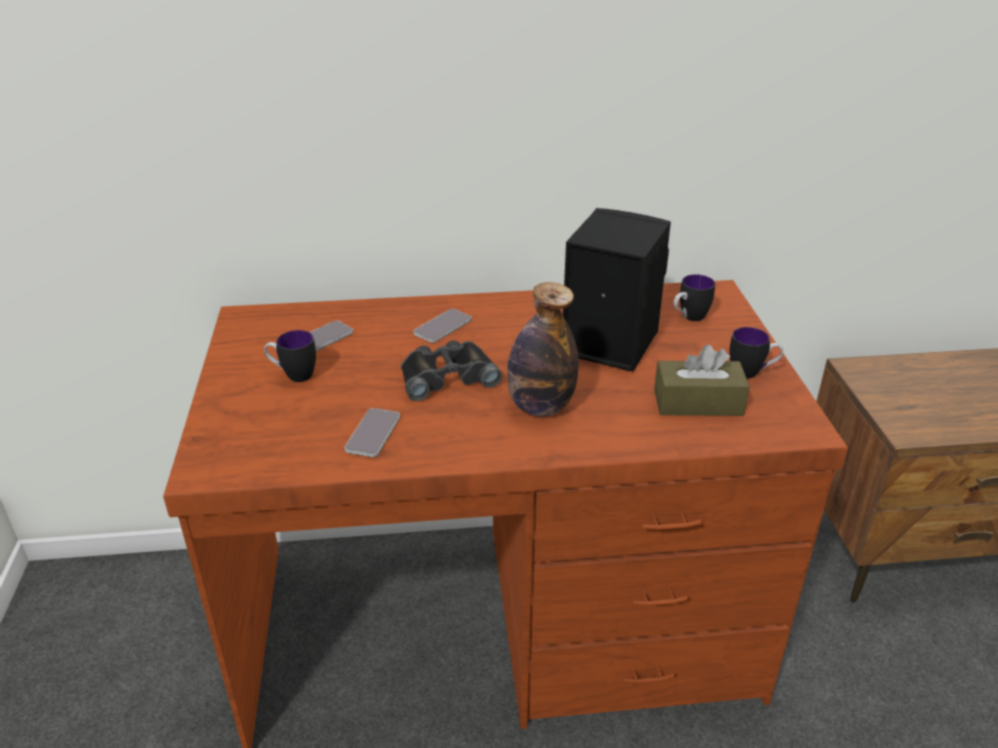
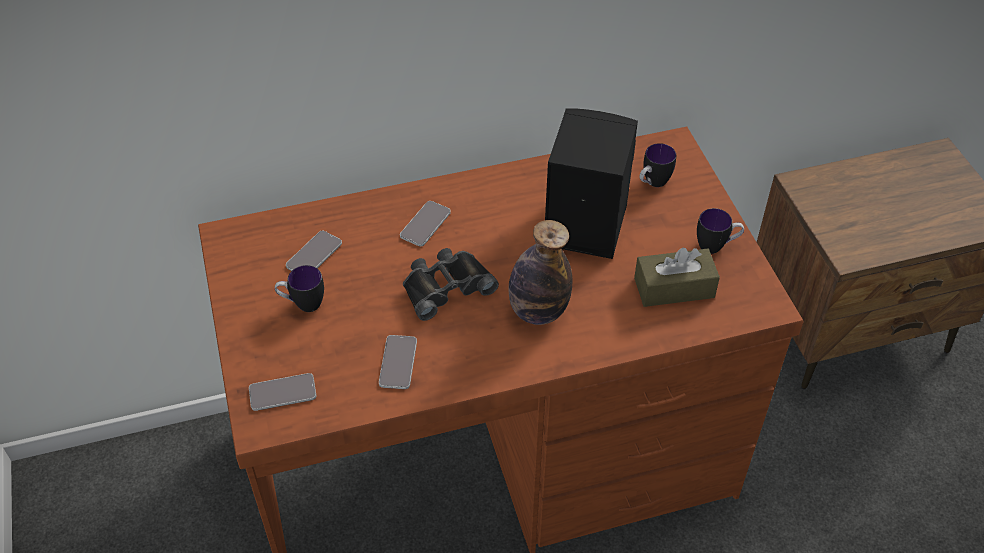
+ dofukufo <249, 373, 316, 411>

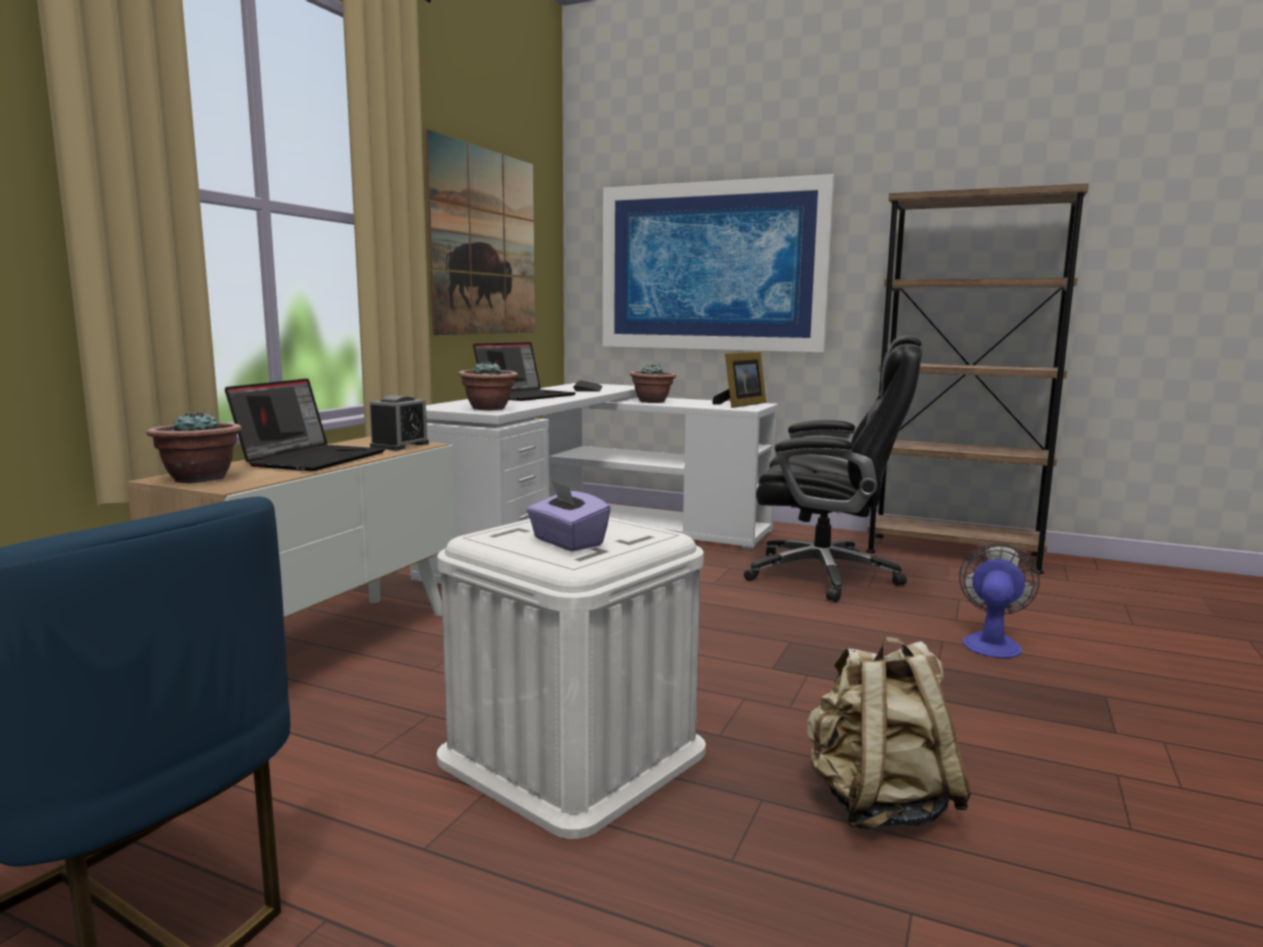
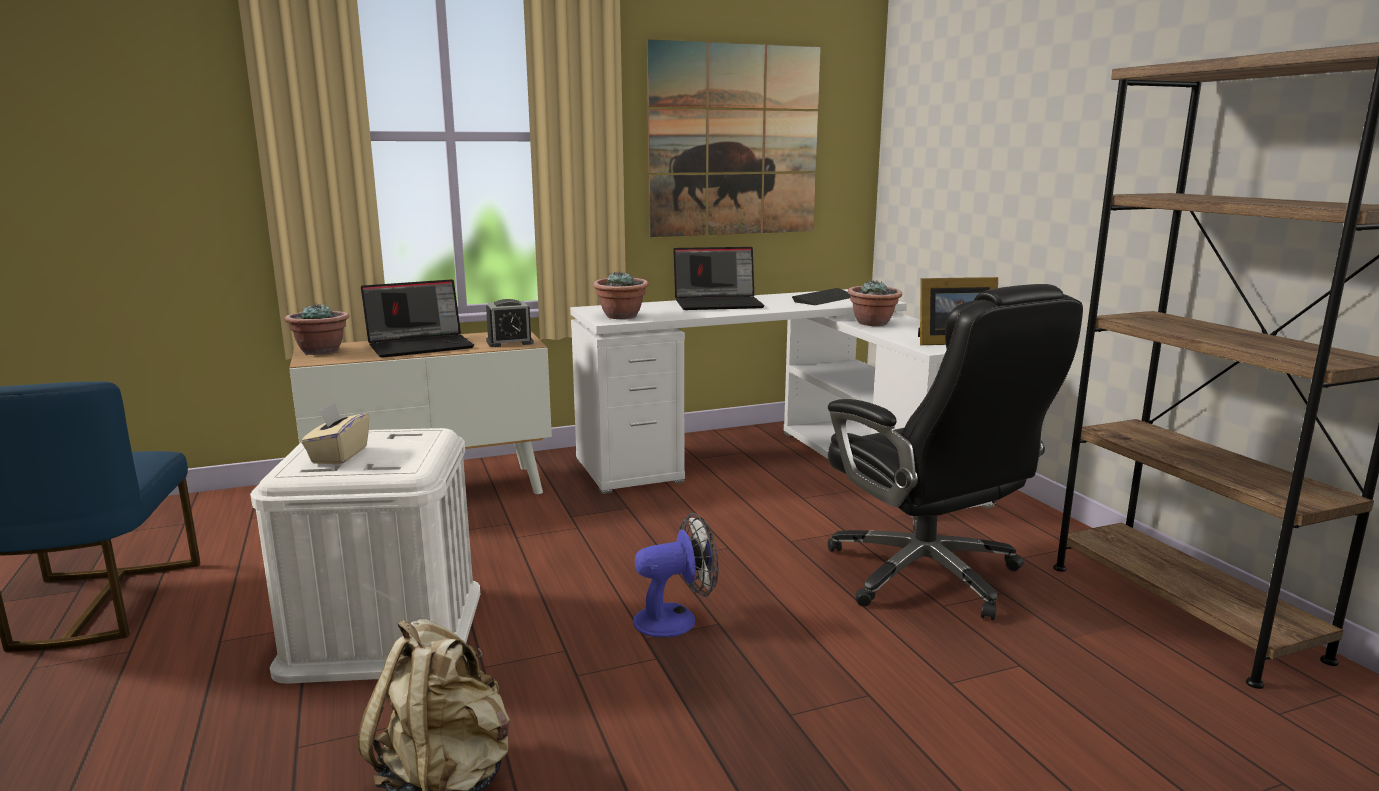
~ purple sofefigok <526, 480, 611, 552> to beige sofefigok <301, 402, 369, 464>
~ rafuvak <959, 543, 1040, 658> to <633, 513, 719, 637>
- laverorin <603, 174, 835, 353>

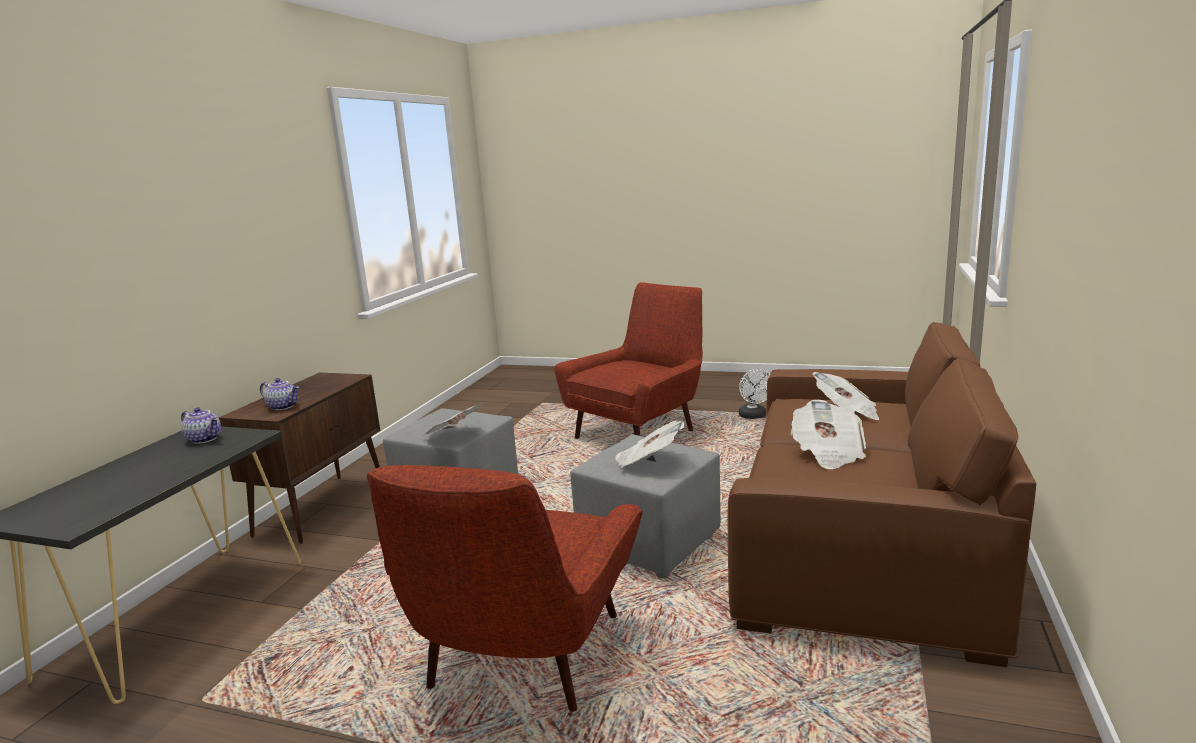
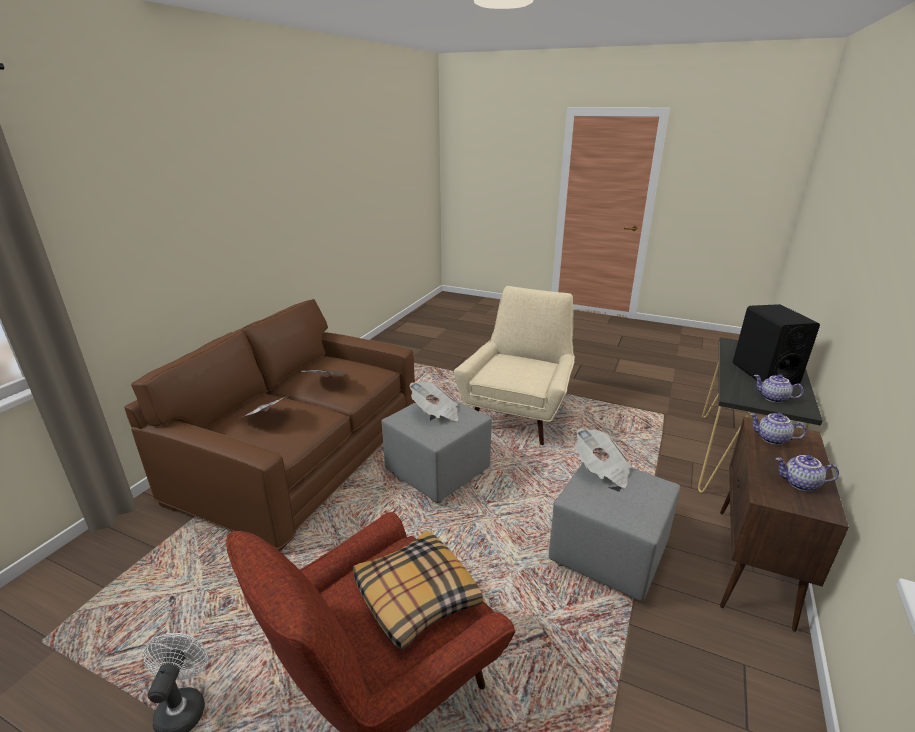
+ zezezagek <353, 531, 483, 650>
~ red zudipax <367, 465, 643, 712> to beige zudipax <454, 286, 575, 445>
+ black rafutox <733, 304, 820, 385>
+ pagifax <776, 455, 839, 491>

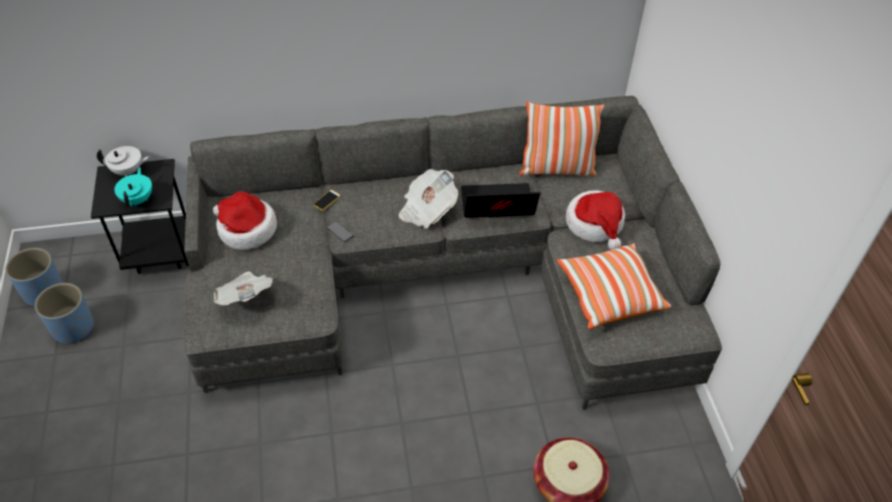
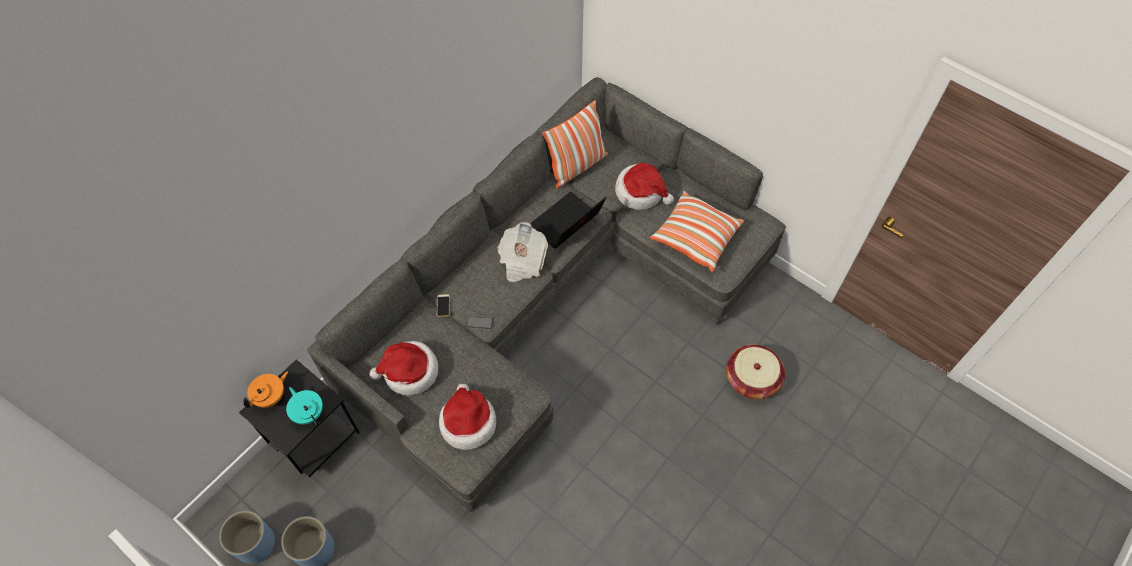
~ white pagifax <97, 146, 151, 177> to orange pagifax <243, 372, 288, 408>
~ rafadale <214, 272, 274, 305> to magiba <439, 383, 496, 450>

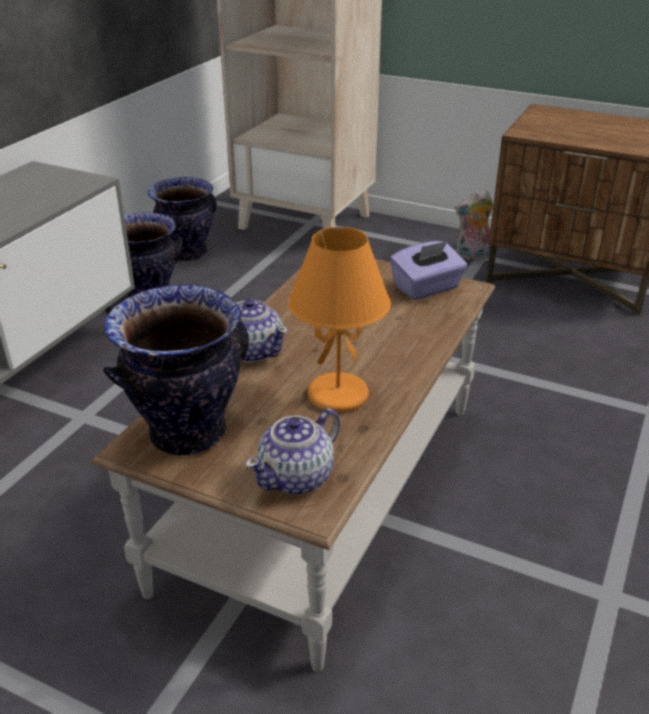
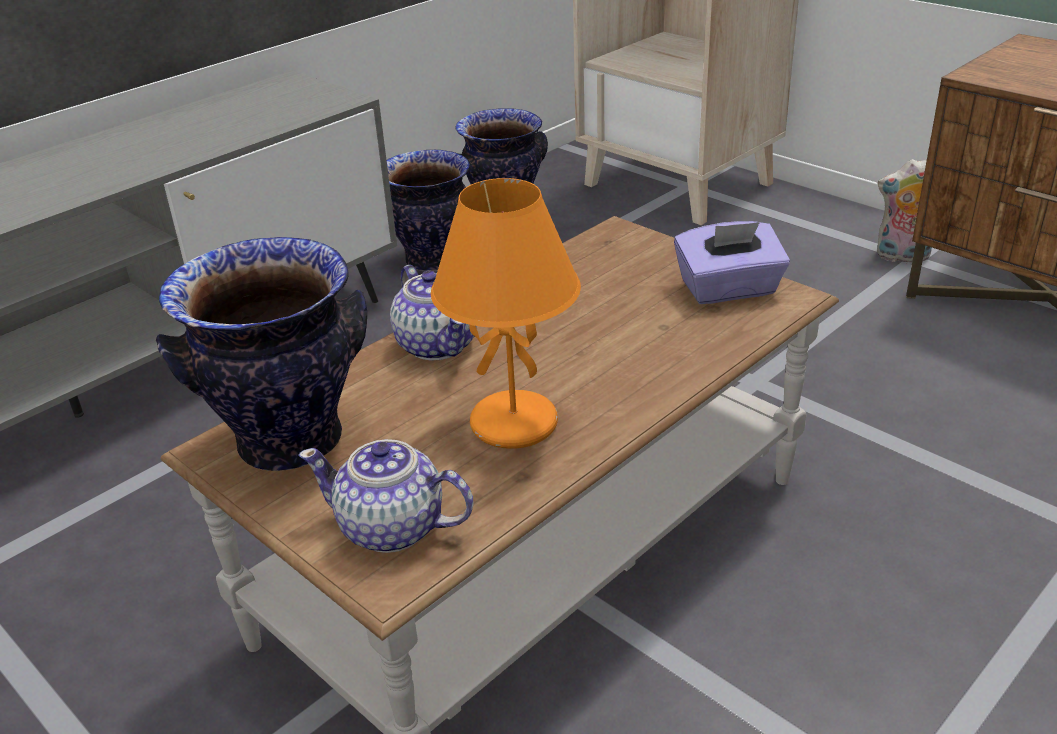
~ pagifax <245, 408, 340, 495> = <298, 439, 474, 553> 45 degrees clockwise

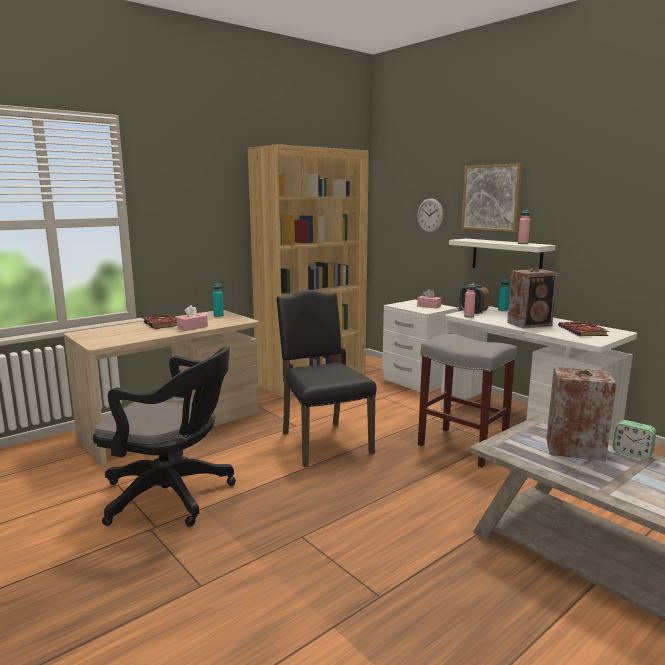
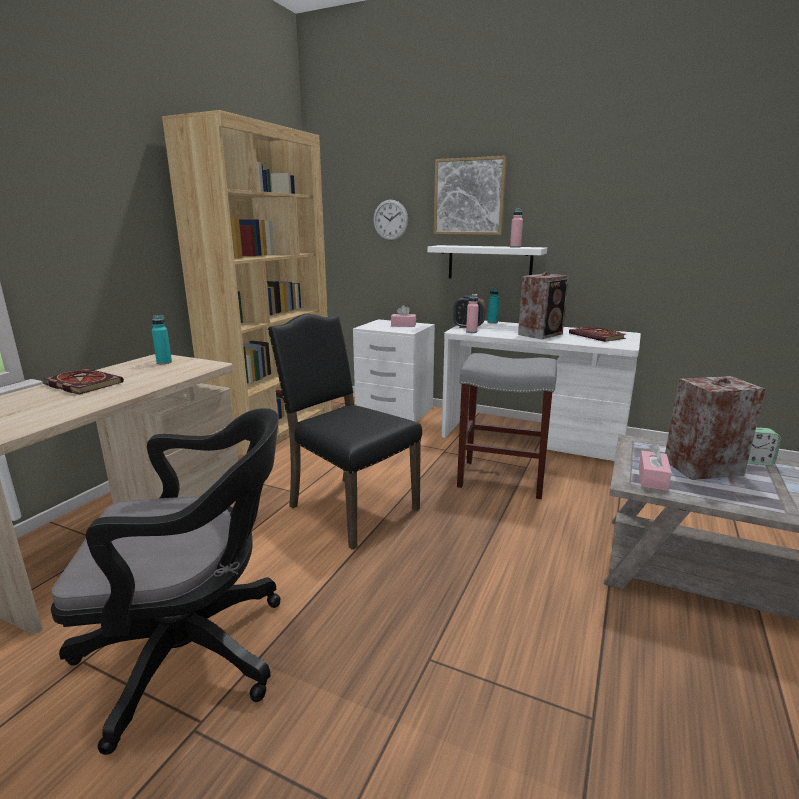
~ pink sofefigok <177, 305, 208, 331> to <639, 443, 672, 491>

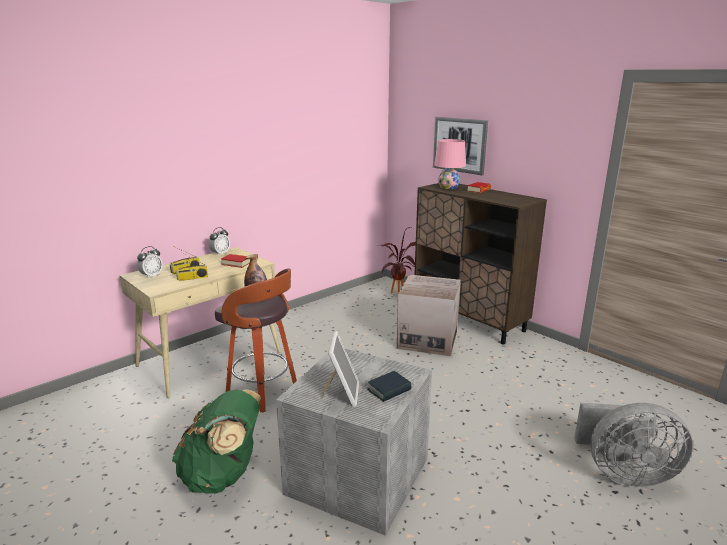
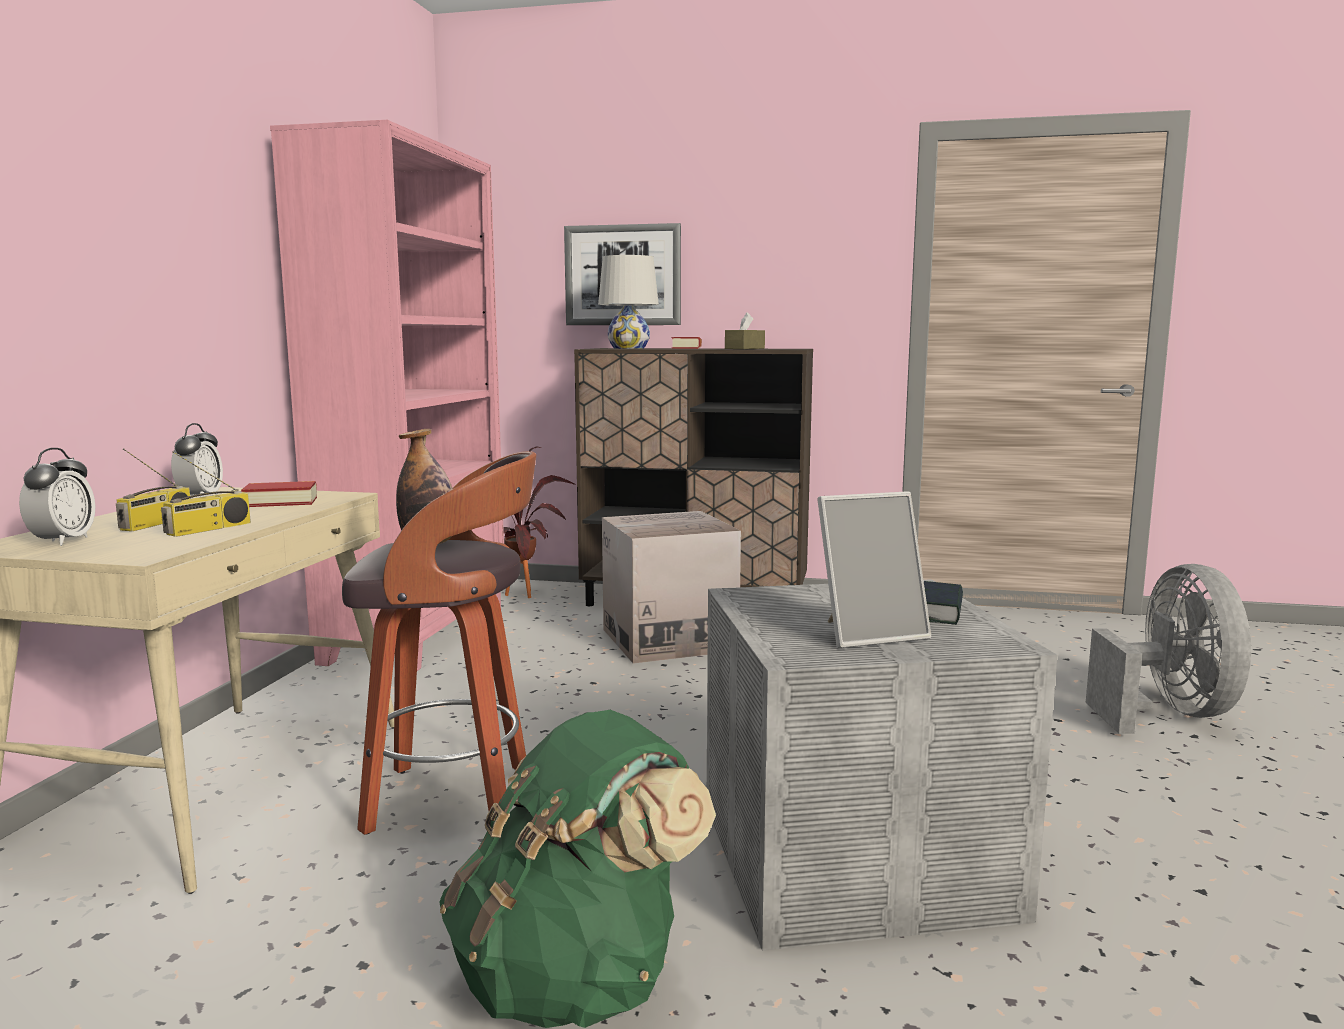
+ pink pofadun <270, 120, 504, 671>
~ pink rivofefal <434, 139, 466, 189> to white rivofefal <598, 255, 659, 349>
+ brown sofefigok <725, 312, 765, 349>
~ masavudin <322, 331, 359, 407> = <817, 491, 931, 648> 105 degrees clockwise
~ grey rafuvak <574, 403, 693, 487> = <1086, 564, 1251, 734> 60 degrees counterclockwise

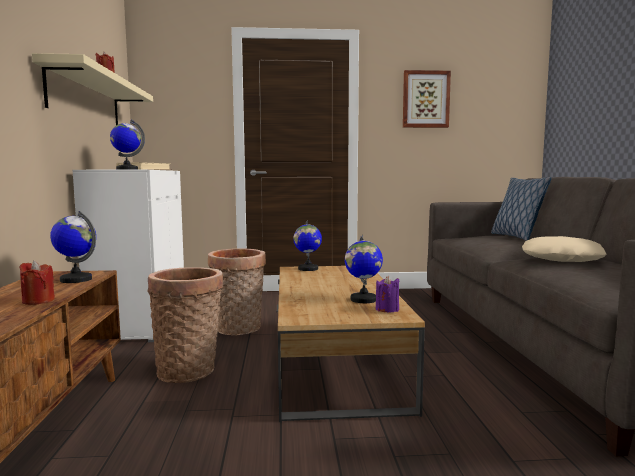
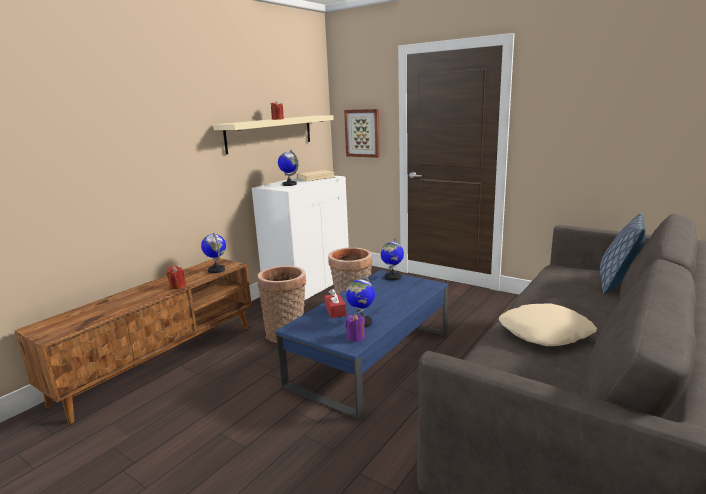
~ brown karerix <277, 266, 425, 422> to blue karerix <276, 270, 448, 420>
+ red sofefigok <324, 289, 346, 318>
~ laverorin <403, 70, 451, 128> to <344, 109, 380, 158>

